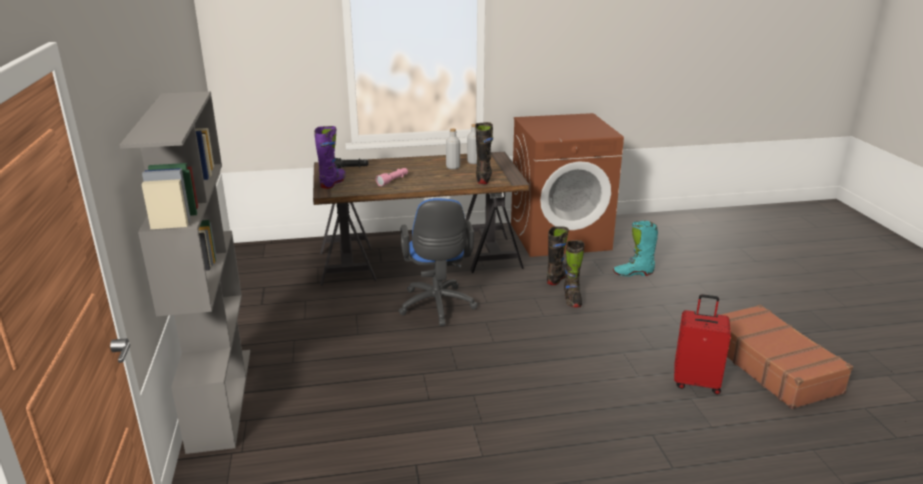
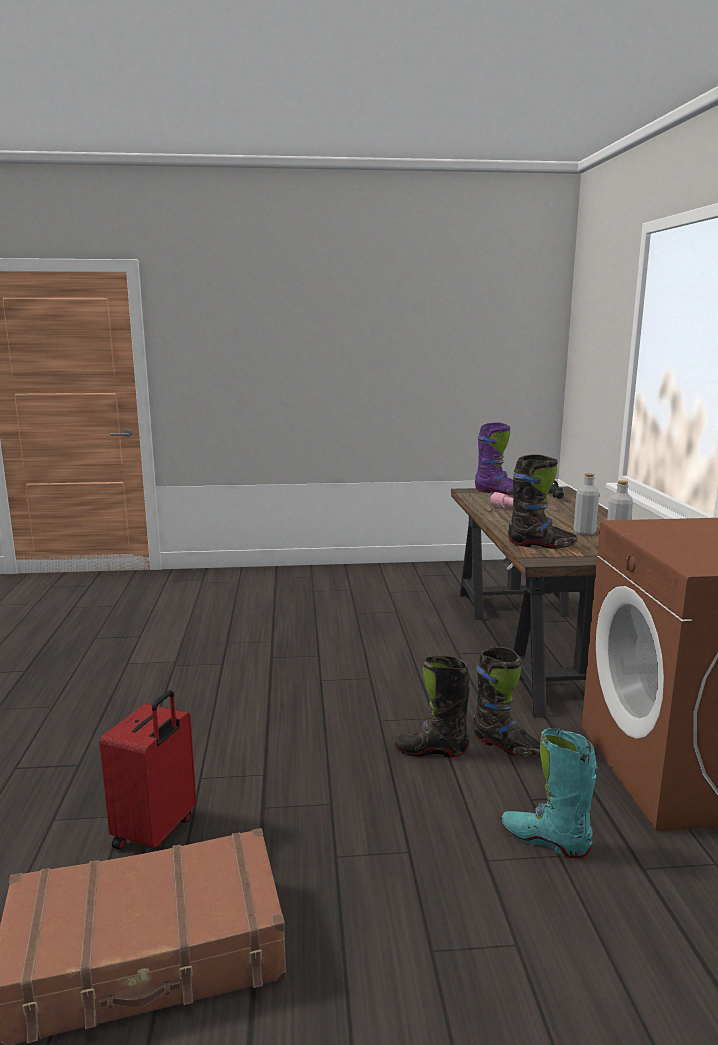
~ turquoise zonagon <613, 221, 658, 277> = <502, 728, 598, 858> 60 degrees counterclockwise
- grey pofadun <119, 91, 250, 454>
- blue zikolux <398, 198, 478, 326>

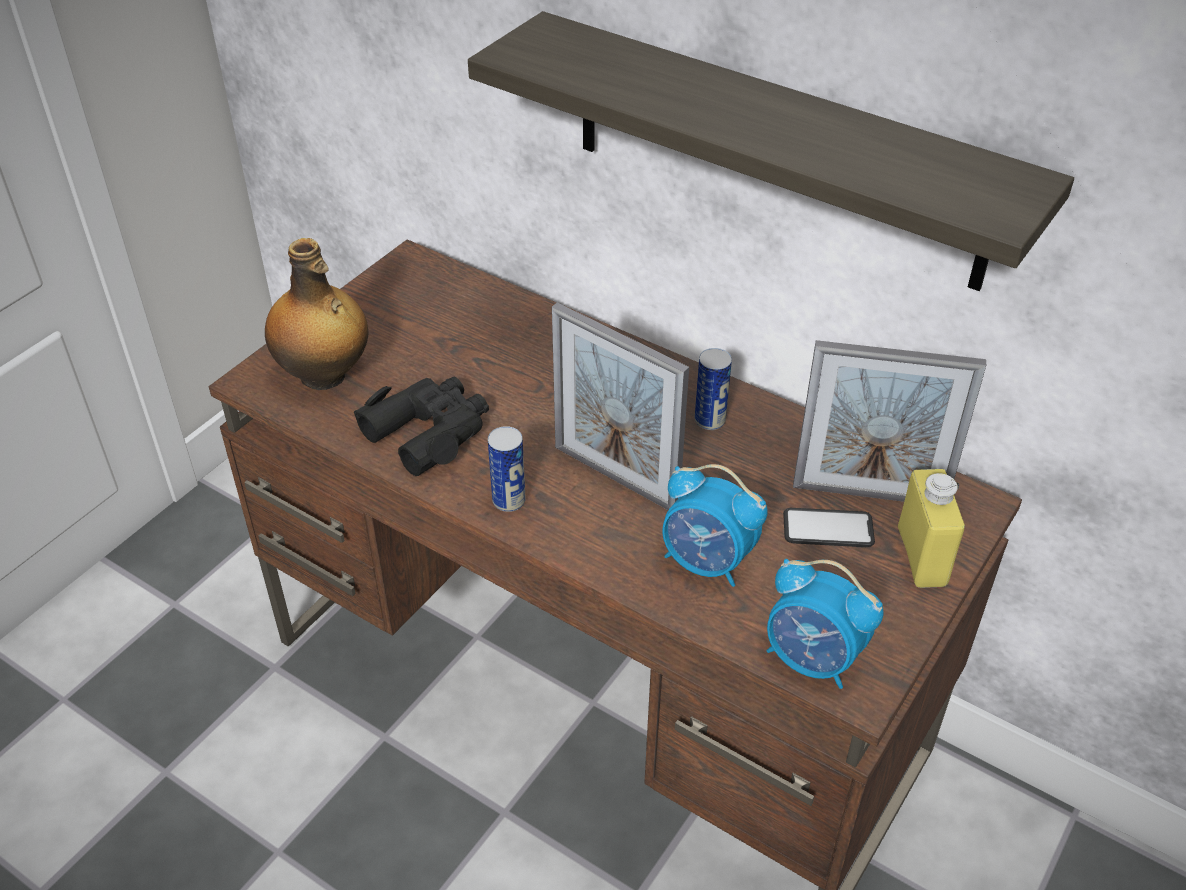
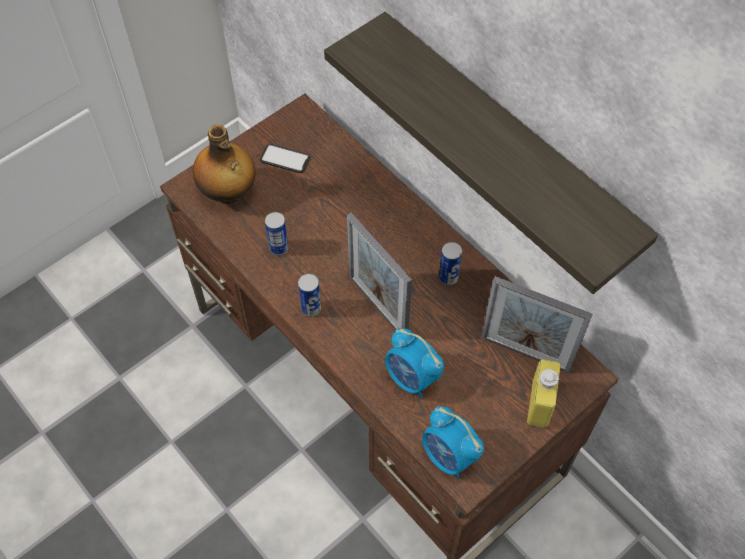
~ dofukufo <783, 508, 875, 547> to <260, 144, 310, 173>
~ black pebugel <354, 377, 489, 476> to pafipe <265, 212, 289, 256>

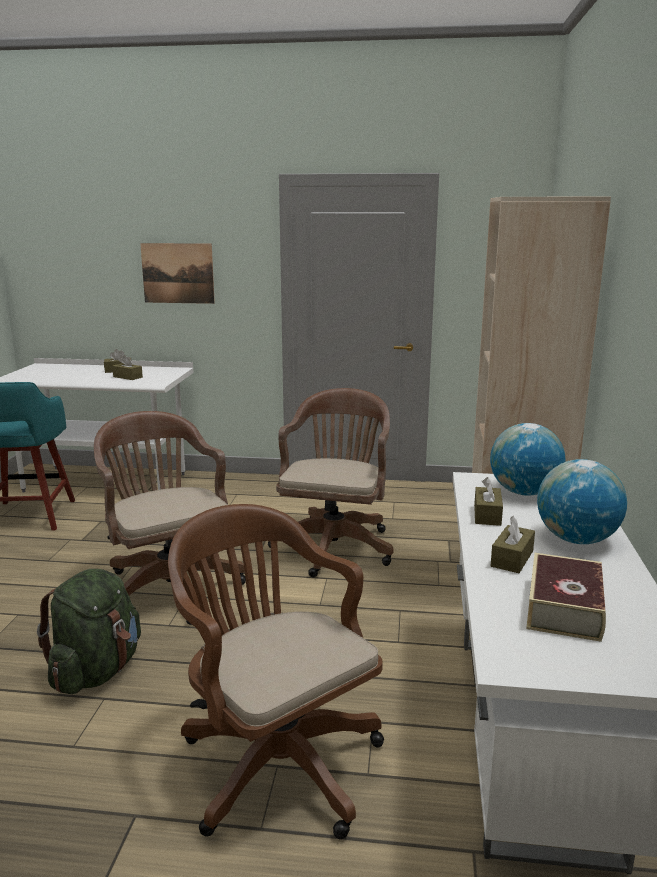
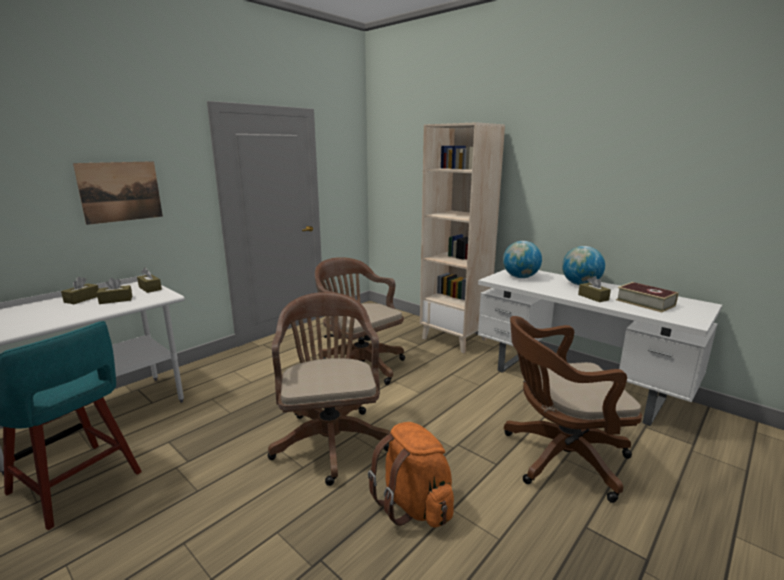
~ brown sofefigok <474, 477, 503, 526> to <137, 268, 162, 293>
~ brown zikolux <94, 411, 246, 625> = <268, 292, 391, 486> 75 degrees clockwise
~ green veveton <37, 569, 141, 694> to orange veveton <368, 422, 454, 528>

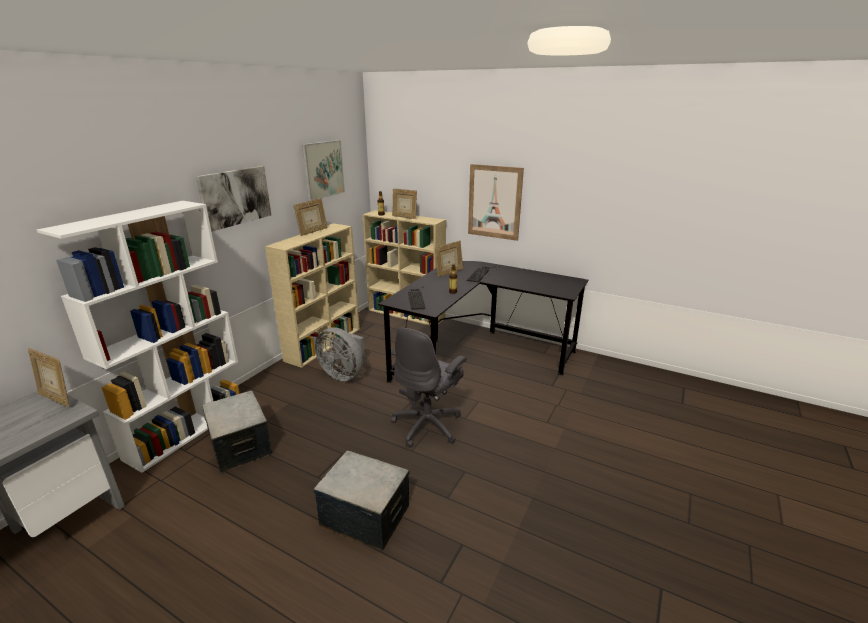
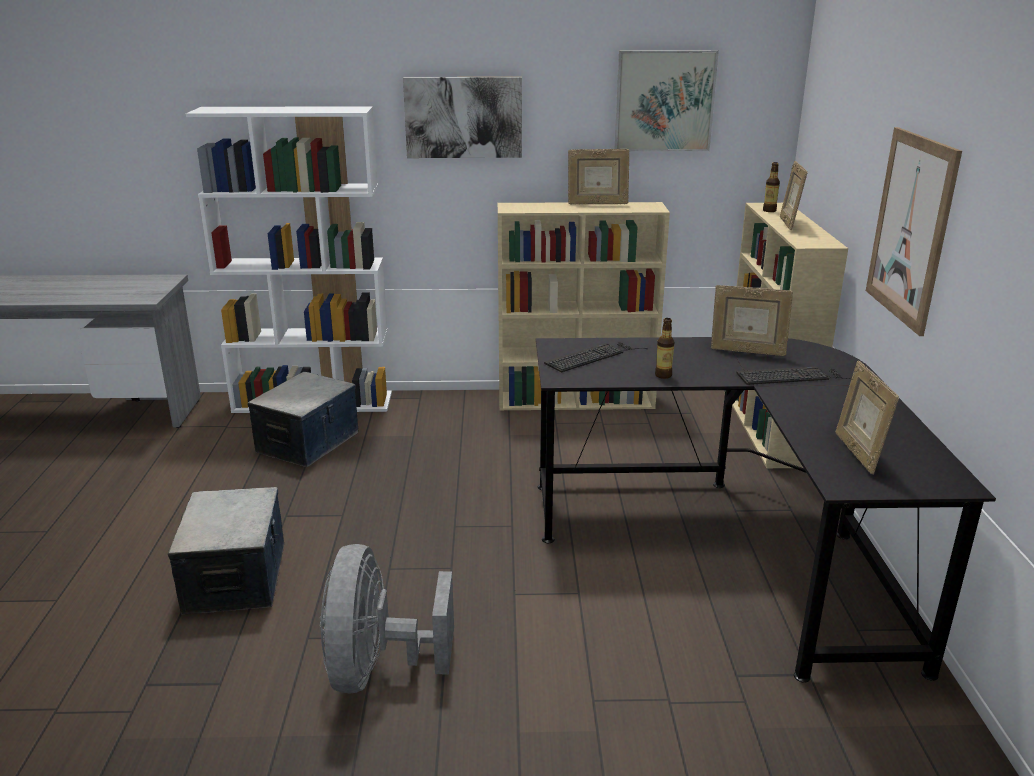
~ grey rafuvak <315, 328, 365, 381> to <320, 544, 454, 693>
~ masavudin <28, 348, 70, 407> to <835, 360, 899, 474>
- grey zikolux <391, 328, 467, 448>

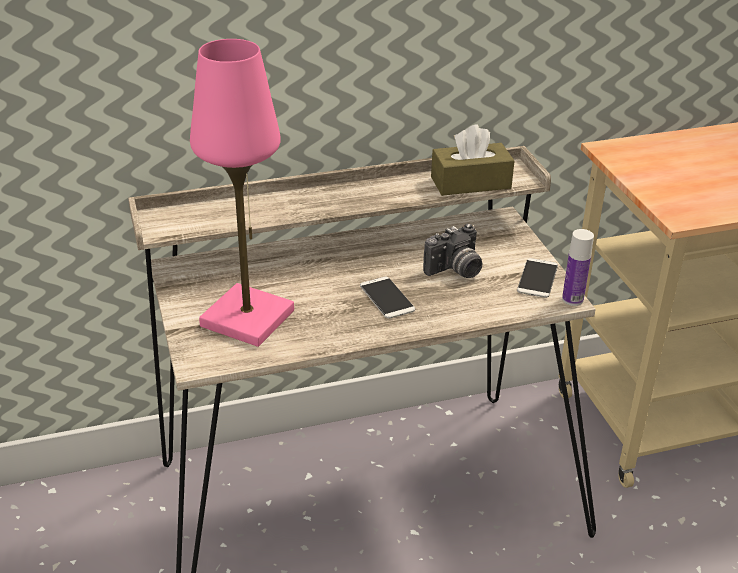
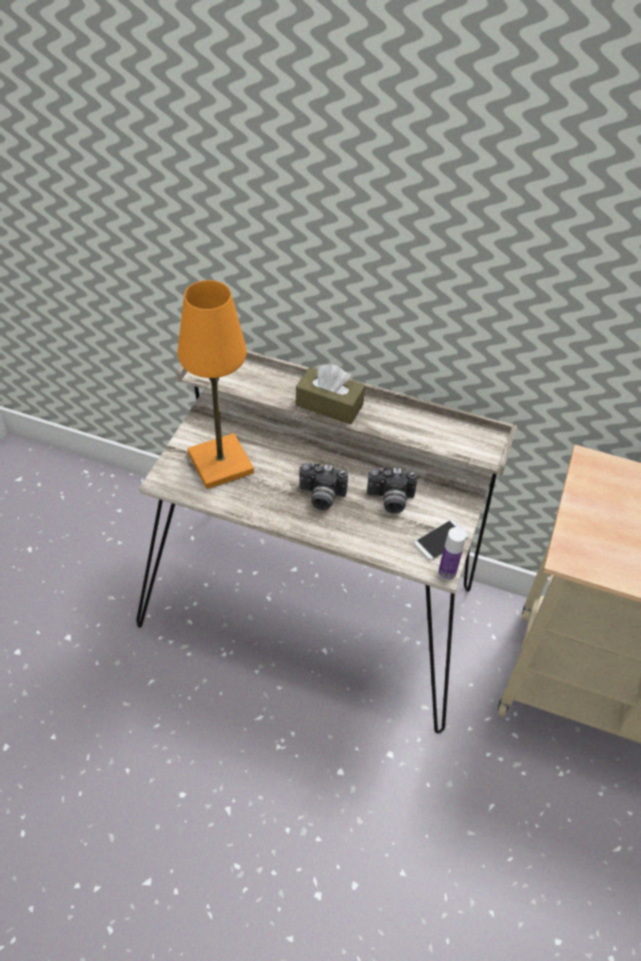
~ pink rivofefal <190, 39, 294, 347> to orange rivofefal <178, 280, 254, 489>
~ brown sofefigok <431, 125, 515, 196> to <296, 364, 365, 425>
~ dofukufo <360, 277, 415, 319> to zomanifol <299, 463, 348, 510>

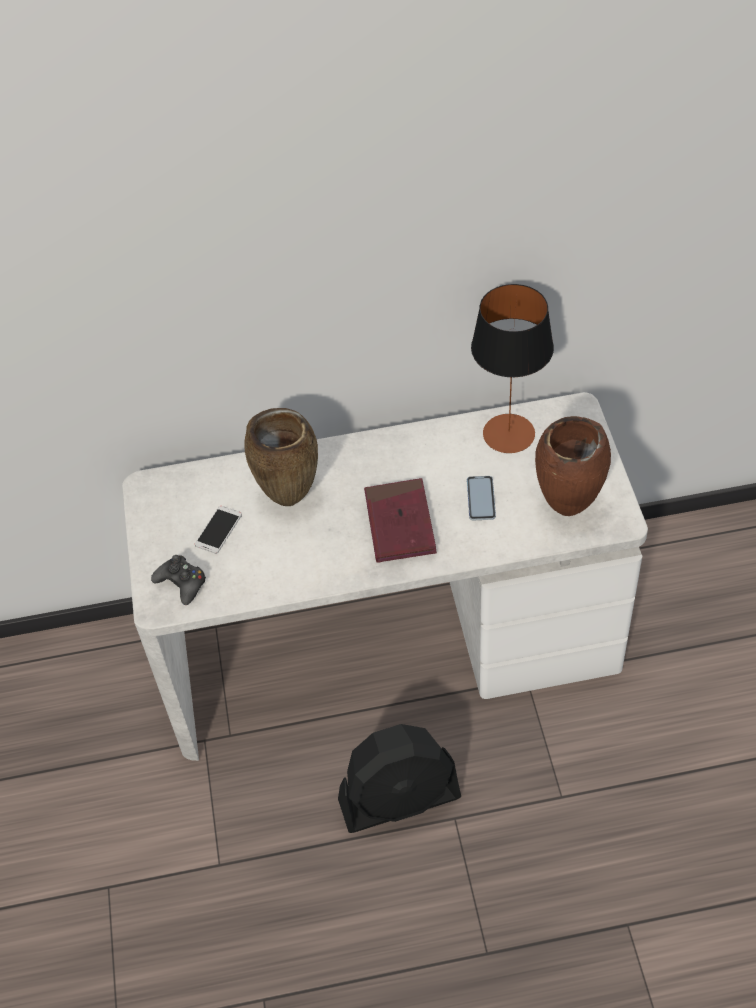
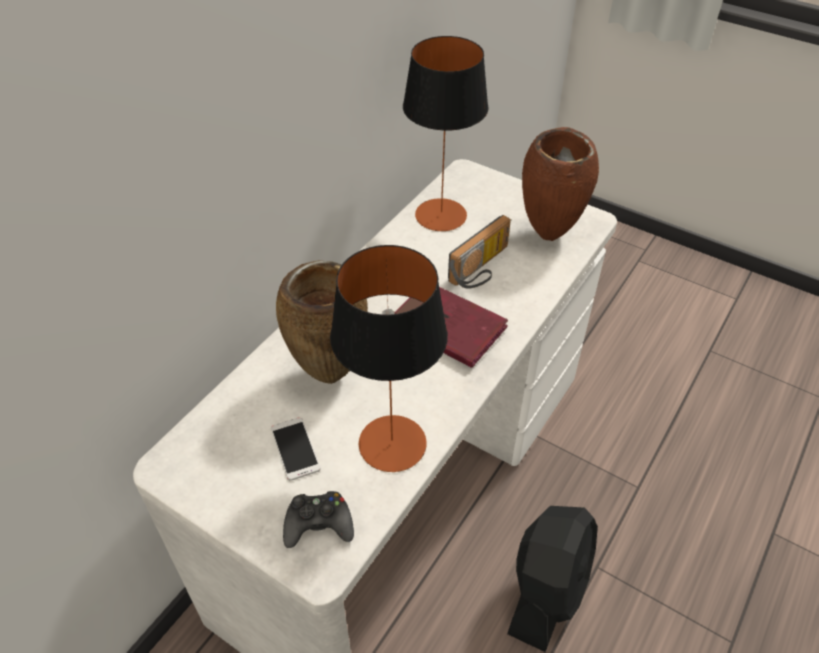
+ rivofefal <330, 245, 448, 472>
~ dofukufo <467, 476, 496, 520> to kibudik <448, 215, 511, 289>

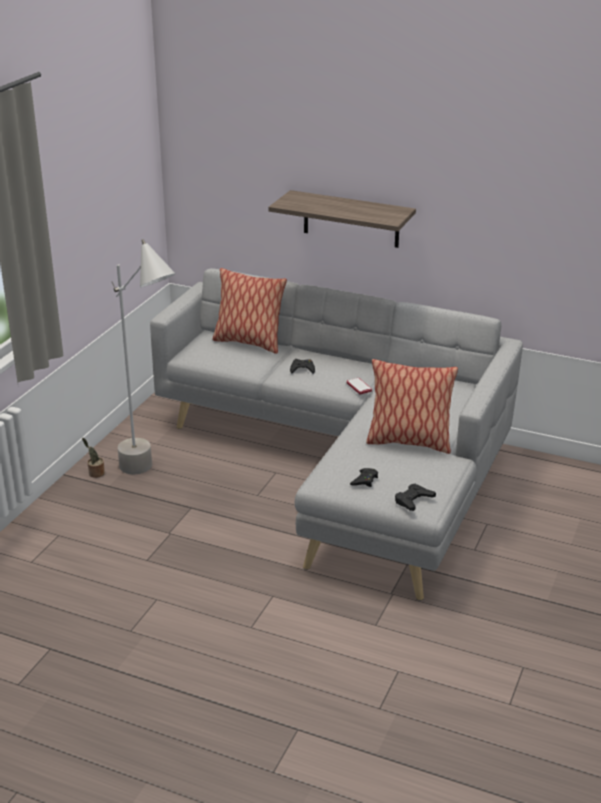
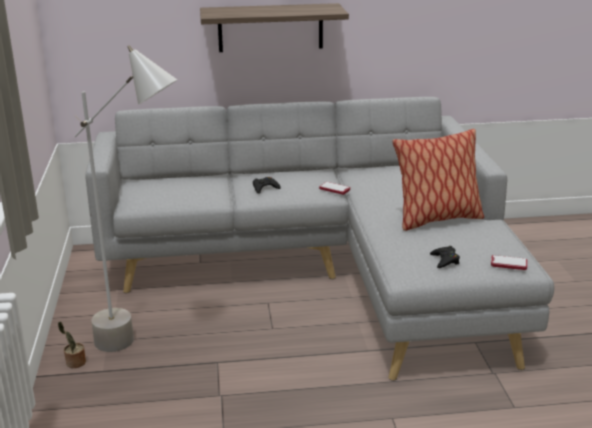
~ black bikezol <395, 484, 436, 511> to dofukufo <491, 255, 527, 270>
- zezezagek <212, 268, 287, 354>

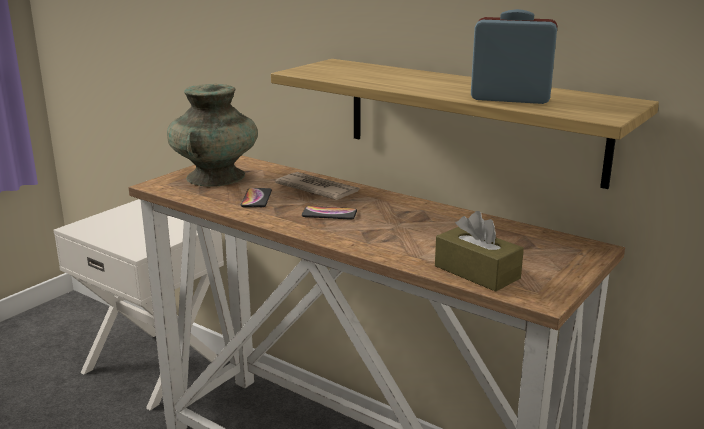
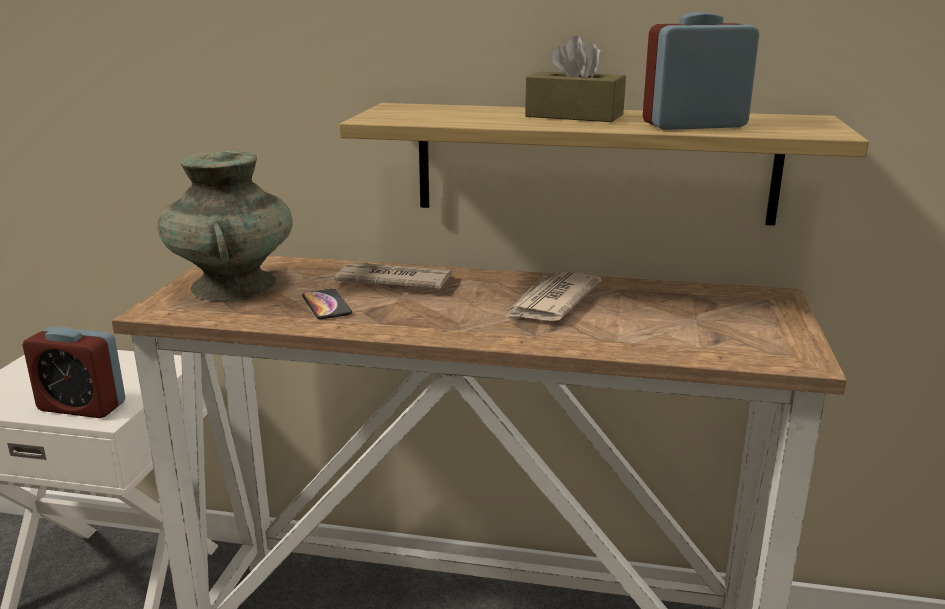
+ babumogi <22, 327, 125, 418>
+ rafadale <505, 271, 601, 321>
~ brown sofefigok <435, 211, 524, 292> to <525, 36, 626, 122>
- dofukufo <302, 206, 357, 220>

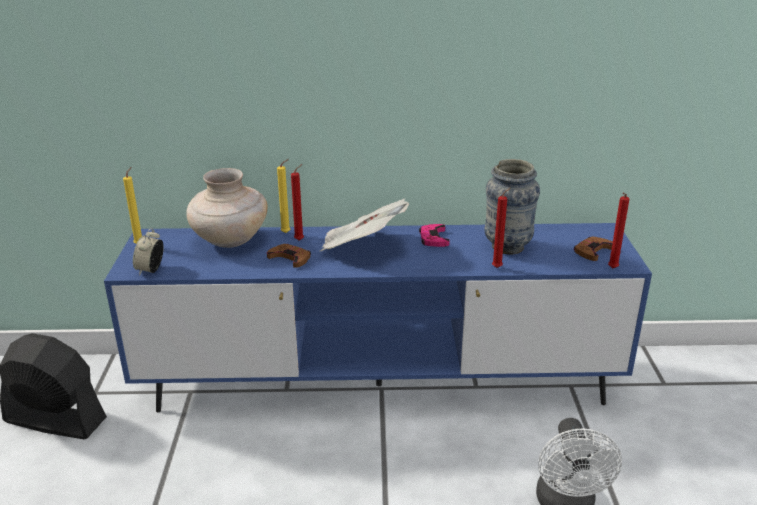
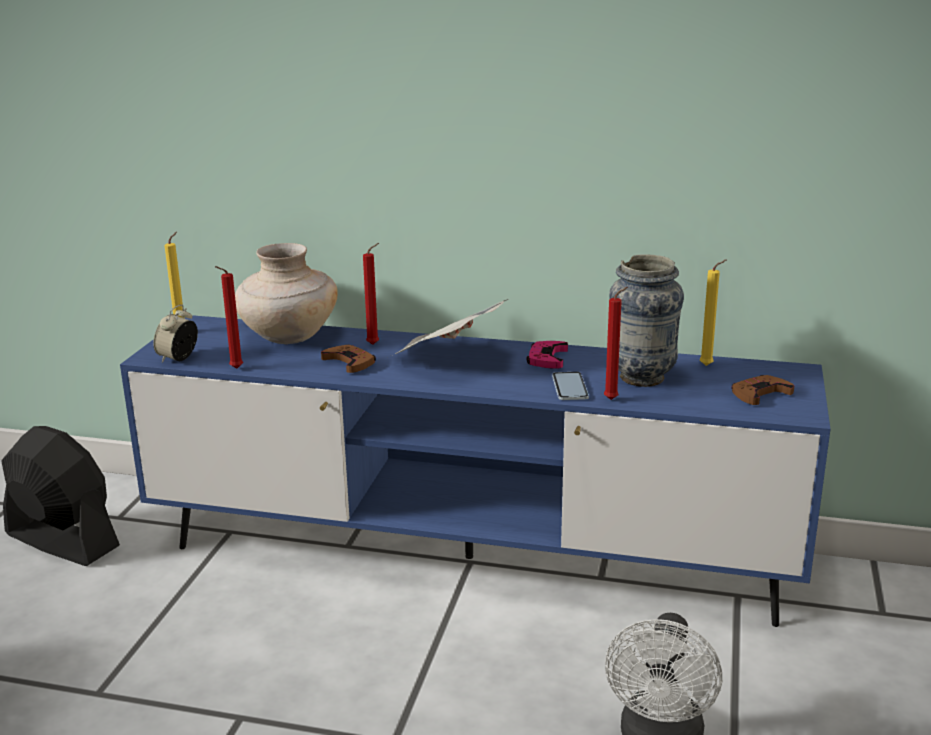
~ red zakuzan <608, 193, 629, 268> to <215, 266, 243, 369>
+ dofukufo <552, 372, 589, 400>
~ yellow zakuzan <277, 159, 290, 233> to <700, 260, 726, 366>

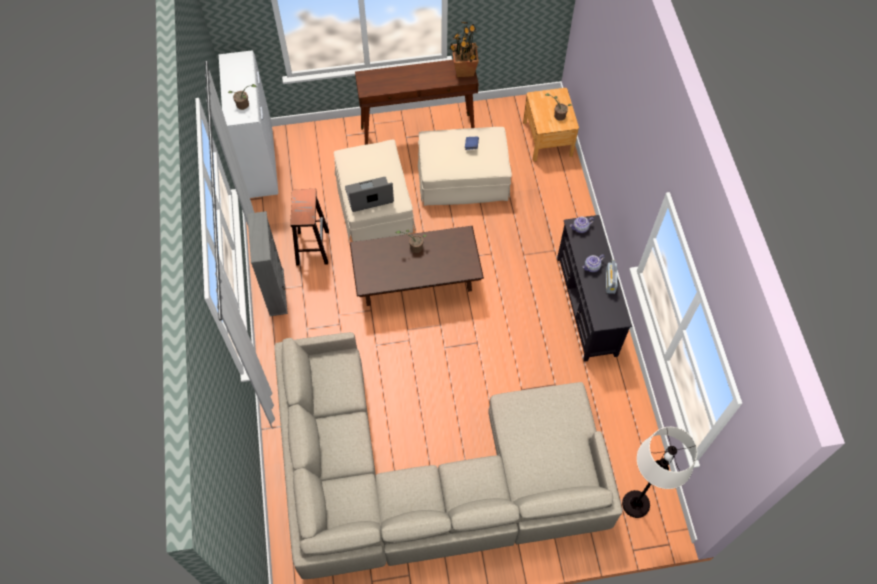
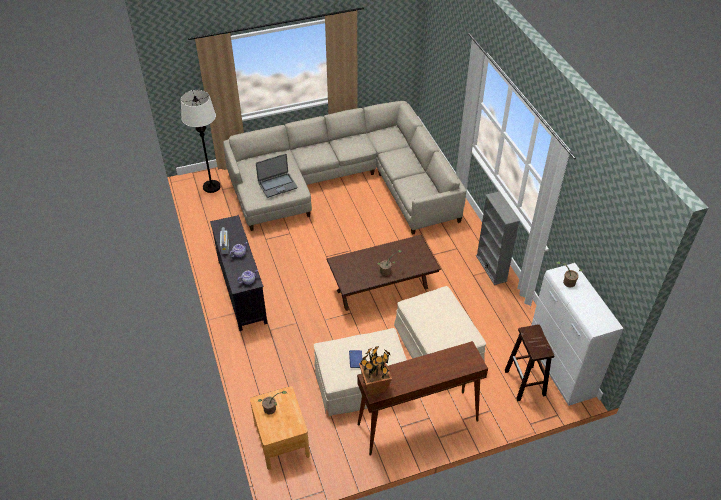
~ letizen <345, 177, 394, 212> to <256, 154, 298, 198>
~ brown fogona <290, 189, 329, 266> to <505, 324, 554, 401>

